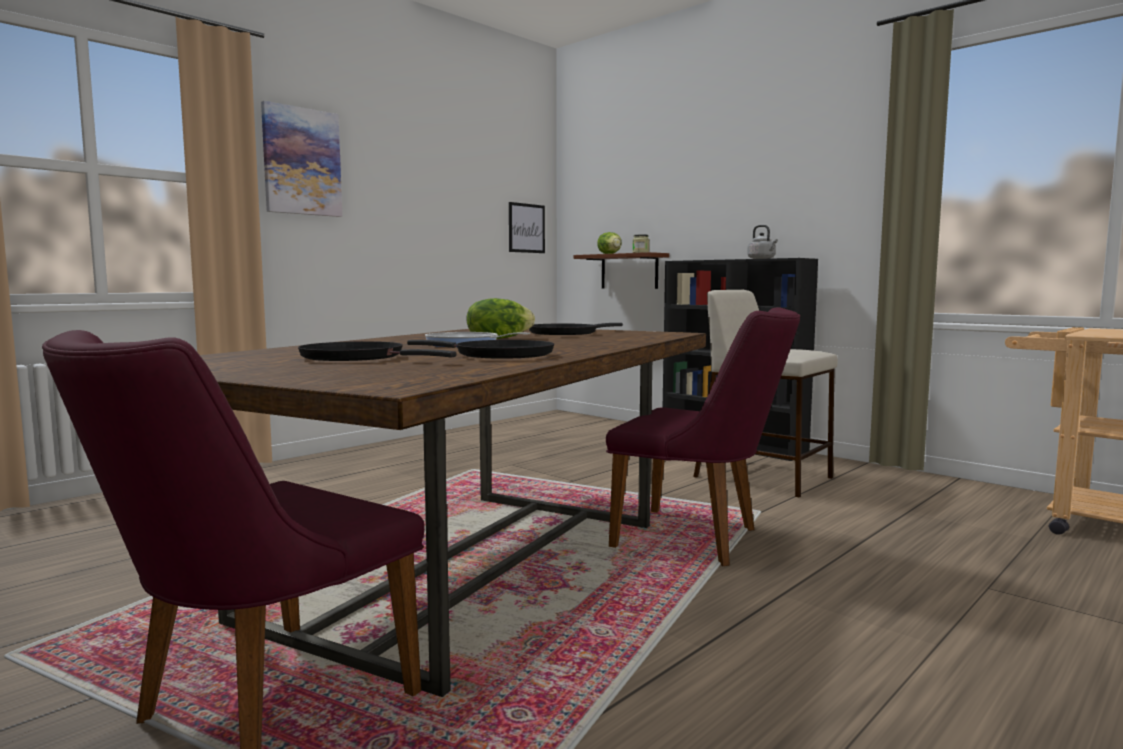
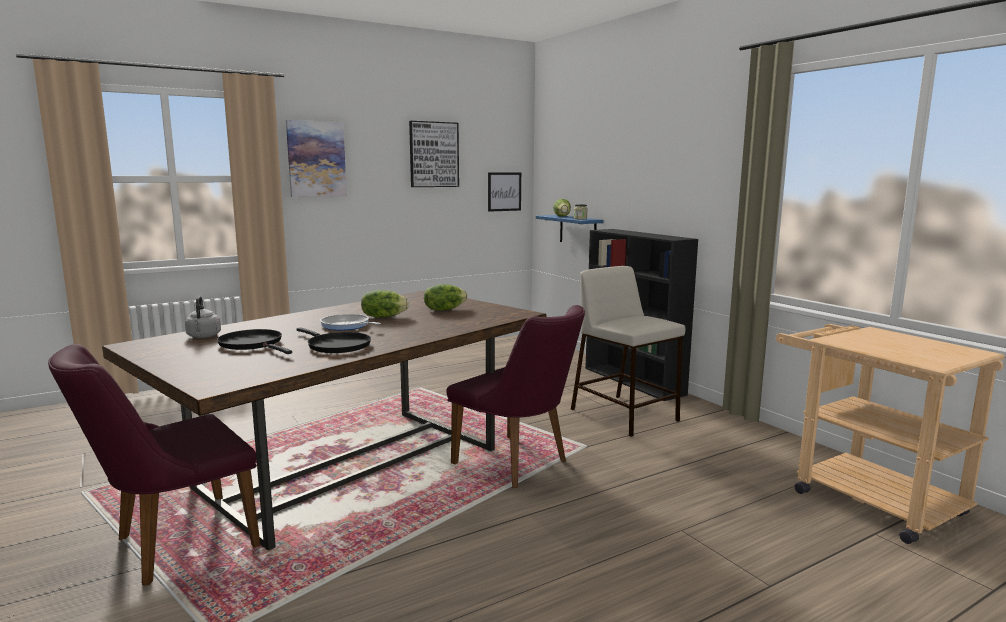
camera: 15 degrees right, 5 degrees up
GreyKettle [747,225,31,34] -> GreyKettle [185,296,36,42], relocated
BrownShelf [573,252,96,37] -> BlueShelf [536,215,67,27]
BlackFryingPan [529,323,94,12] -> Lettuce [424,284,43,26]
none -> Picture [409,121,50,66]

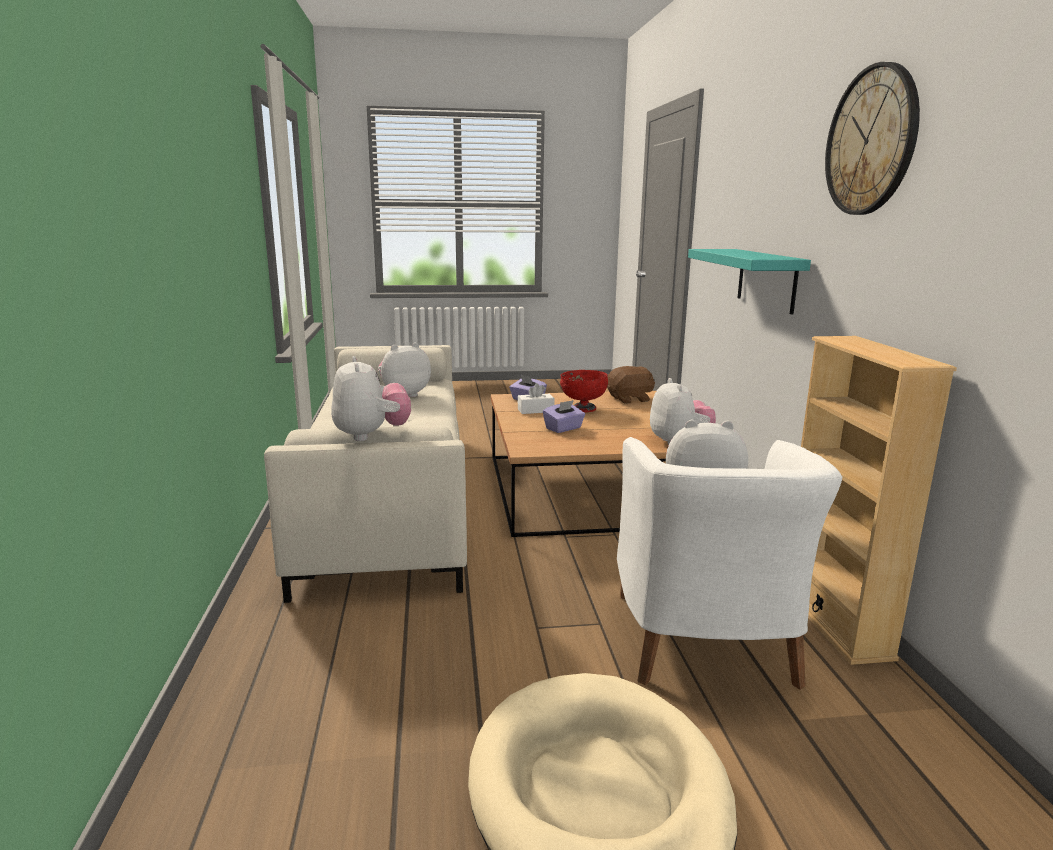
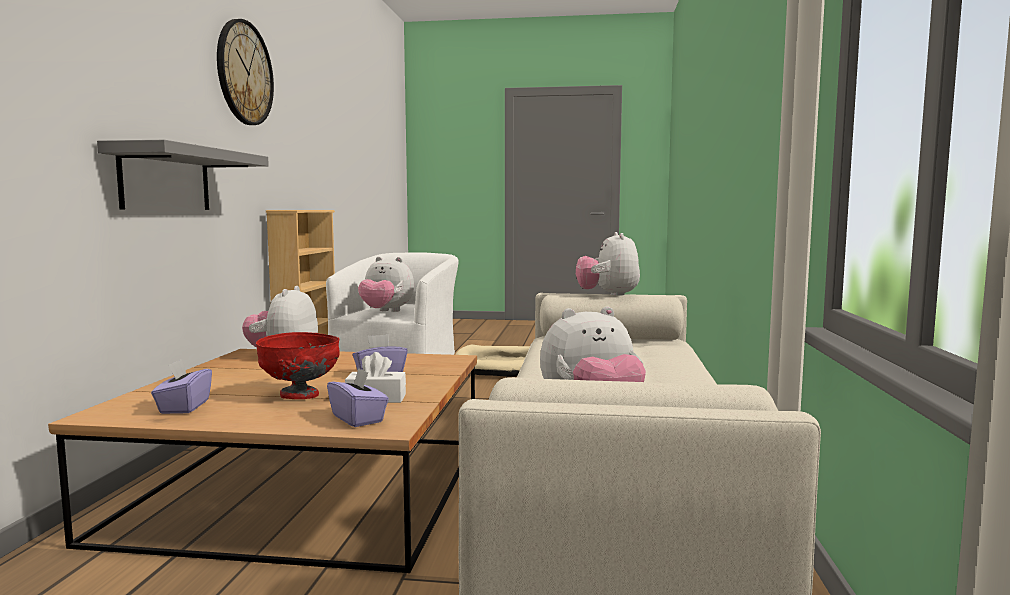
camera: 165 degrees left, 10 degrees down
TurquoiseShelf [688,249,123,66] -> GreyShelf [97,140,172,70]
BrownPlushToy [607,366,48,38] -> PurpleTissueBox [151,359,61,55]

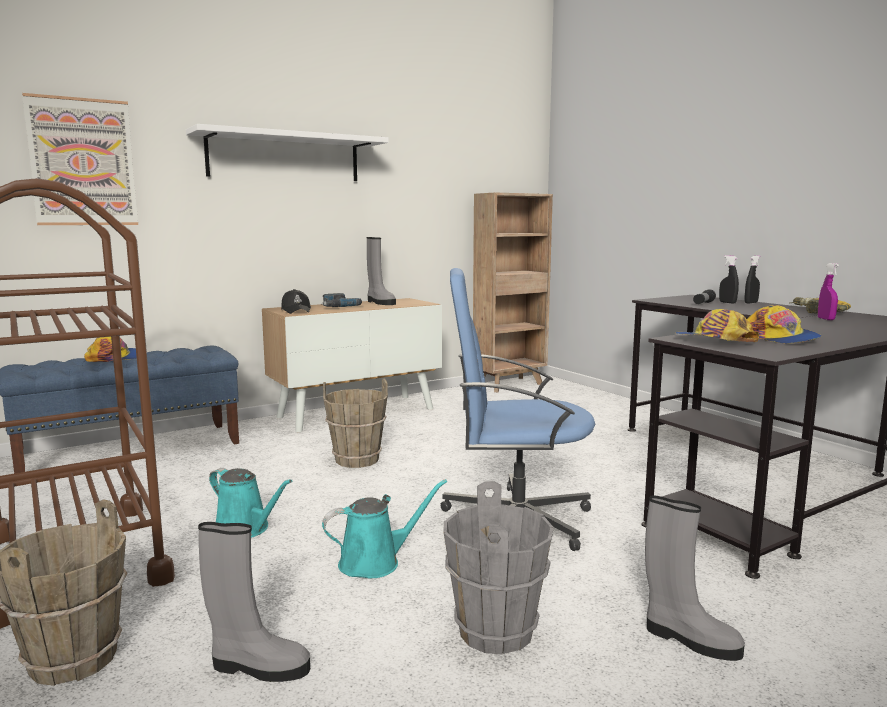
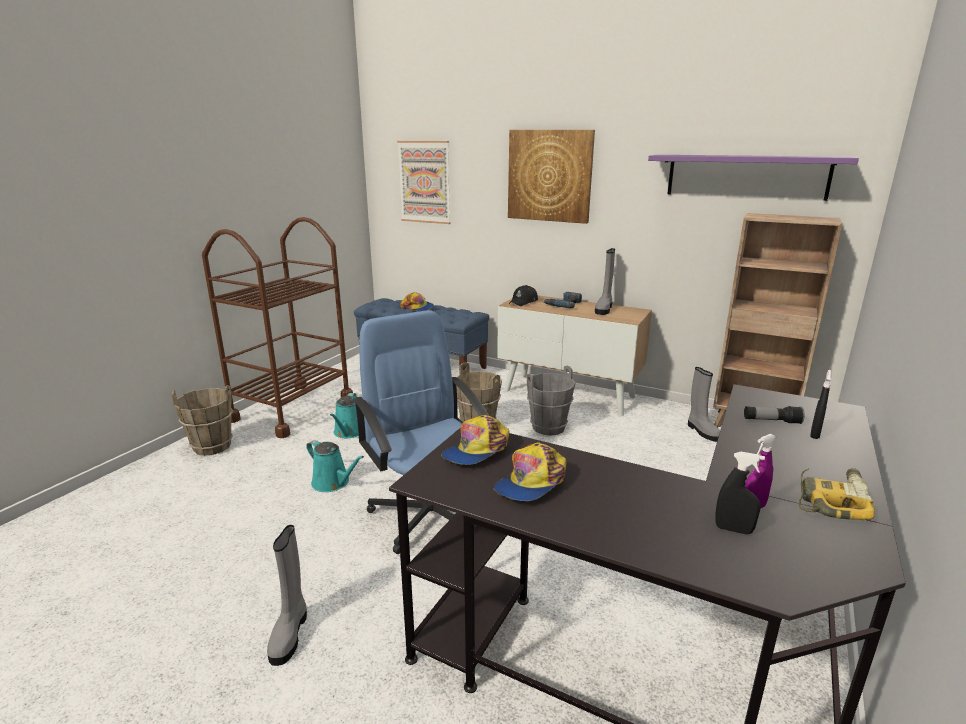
camera: 60 degrees right, 10 degrees up
WhiteShelf [186,124,203,57] -> Picture [508,130,87,94]
BlackSprayBottle [744,255,16,49] -> BlackSprayBottle [715,452,50,82], relocated
Cap [675,309,84,33] -> Cap [441,415,69,50], 150 degrees counterclockwise
GreyBucket [443,481,111,174] -> GreyBucket [527,365,48,71], relocated
GreyBoot [198,522,112,160] -> GreyBoot [688,367,32,75], relocated
none -> PurpleShelf [648,155,211,46]

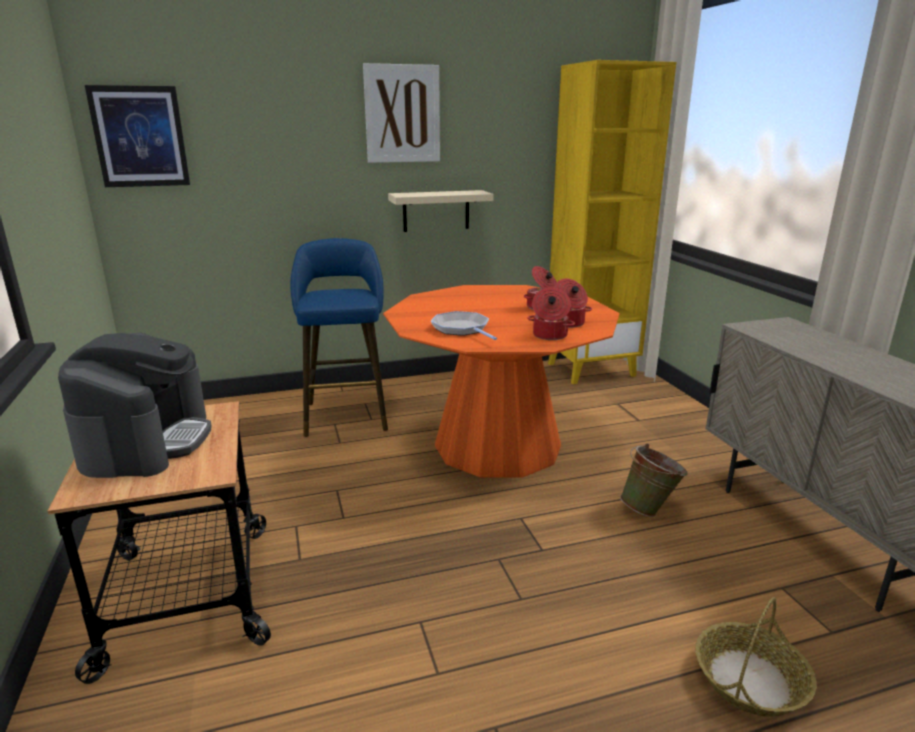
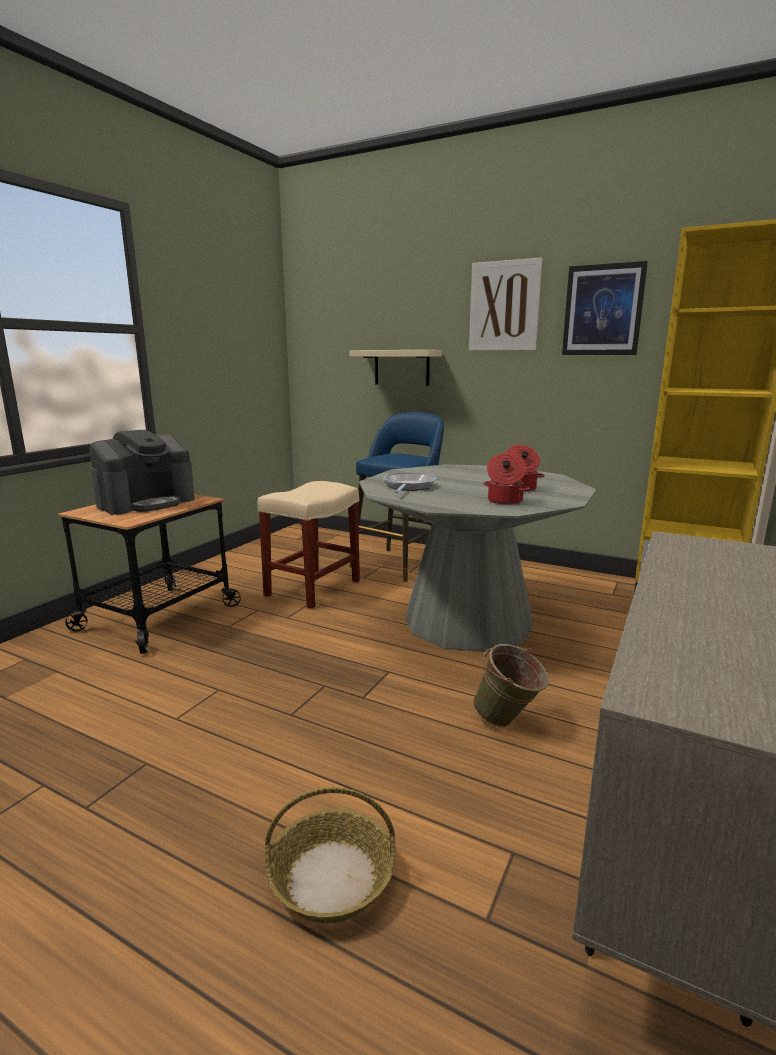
camera: 45 degrees right, 5 degrees down
Picture [85,85,105,102] -> Picture [562,261,86,94], relocated
BeigeShelf [388,190,106,42] -> BeigeShelf [349,350,93,36], relocated
OrangeDiningTable [383,285,237,192] -> GreyDiningTable [359,464,238,188]
CookingPot [527,288,48,52] -> none
none -> BeigeStool [257,481,103,128]

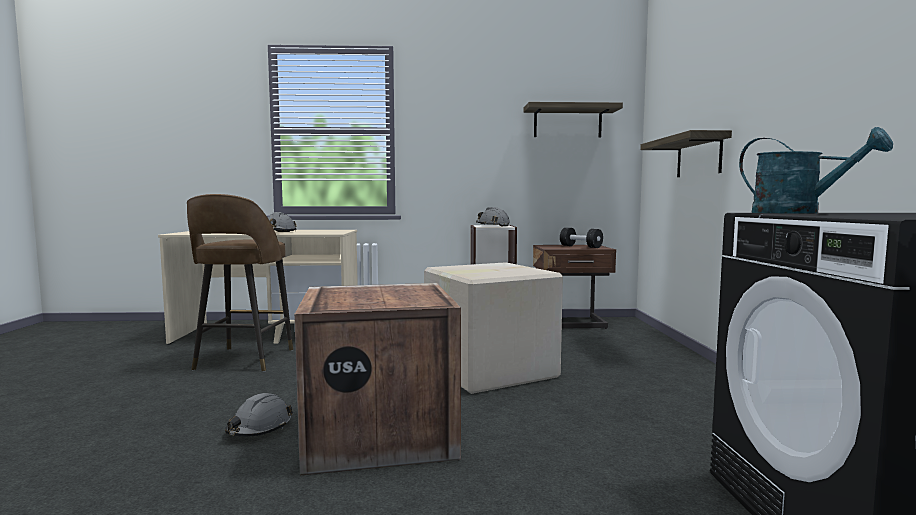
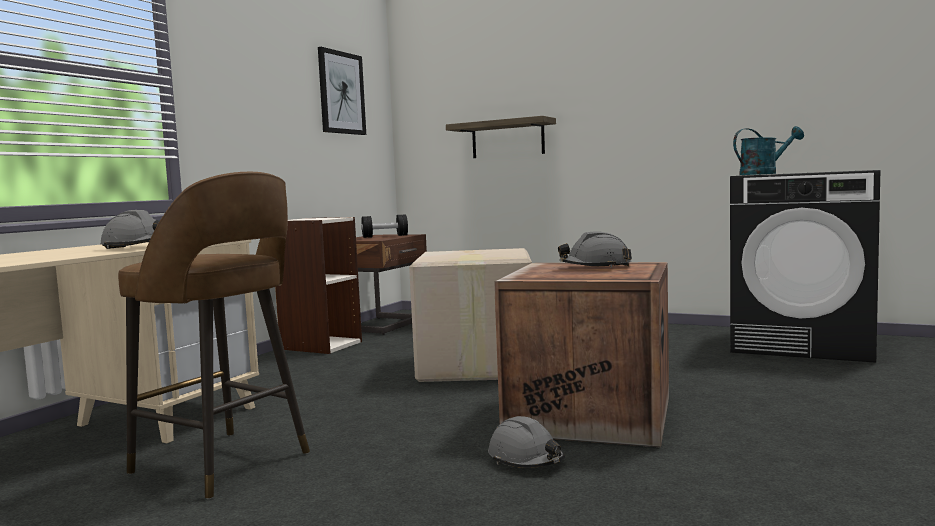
camera: 60 degrees left, 0 degrees up
Shelf [524,102,99,35] -> Picture [318,47,48,88]
GreyHardHat [476,207,34,19] -> GreyHardHat [558,231,74,37], relocated

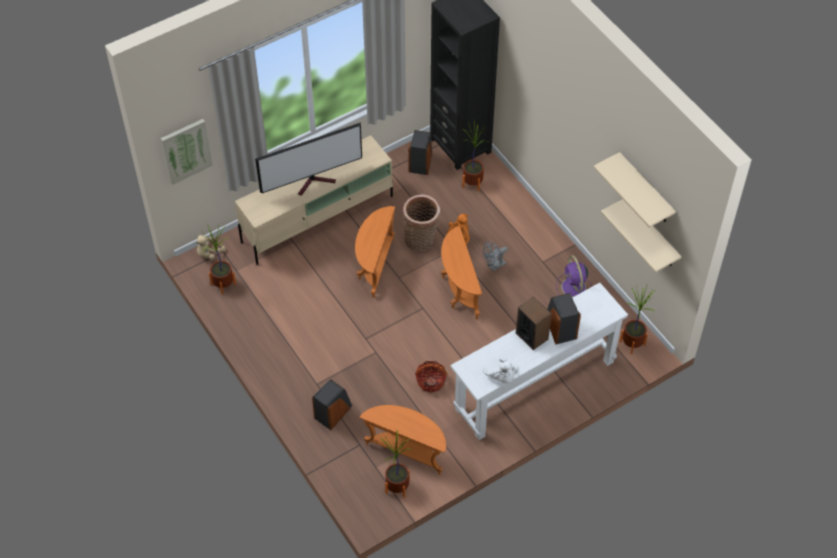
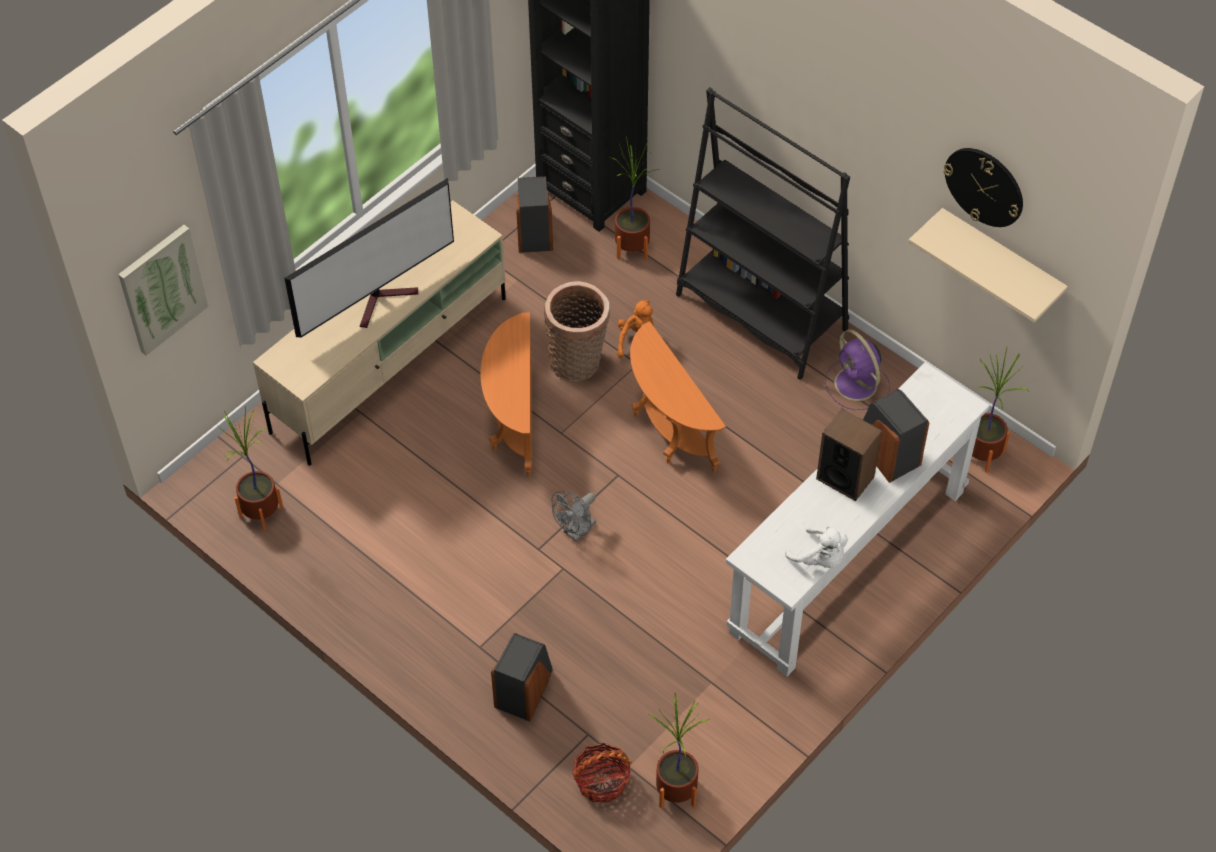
camera: 15 degrees left, 0 degrees up
BeigeShelf [593,152,83,76] -> WallClock [943,148,80,79]
BeigePlushToy [195,235,31,25] -> none
GreyFan [483,241,25,30] -> GreyFan [551,491,45,51], relocated
Basket [415,361,33,32] -> Basket [573,743,59,60], relocated
OrangeSideTable [360,405,86,70] -> none
none -> BlackBookcase [676,87,174,293]

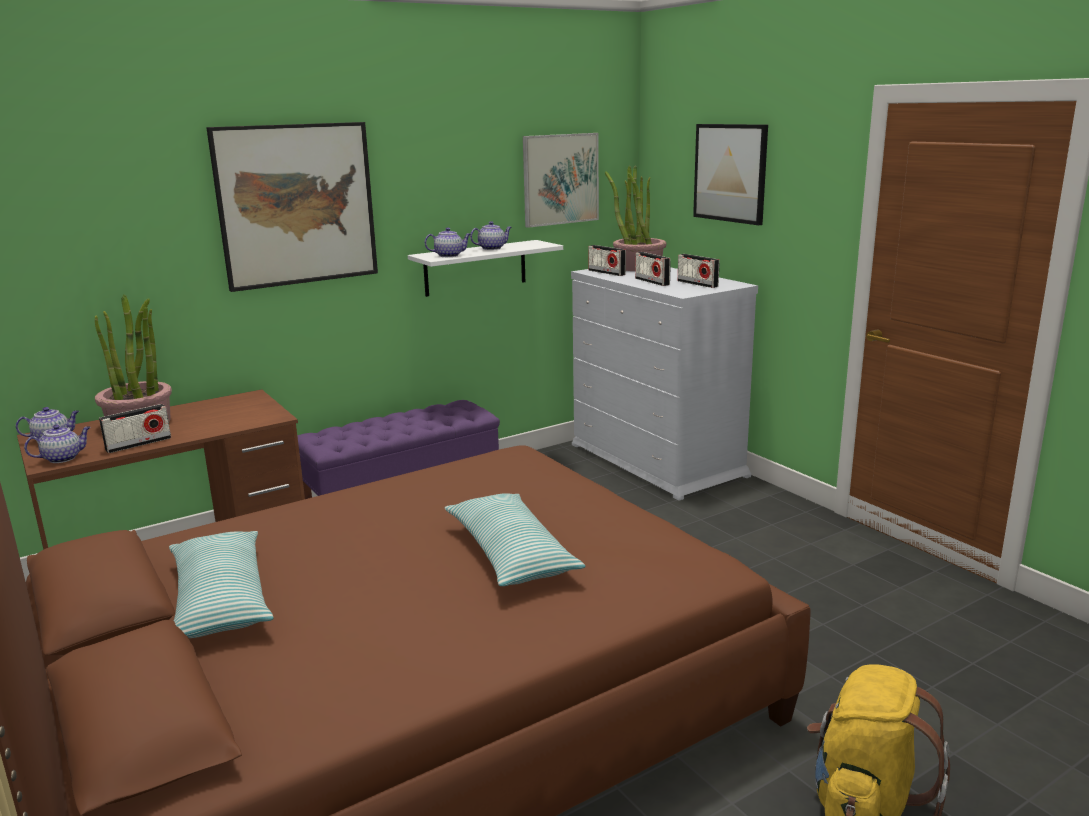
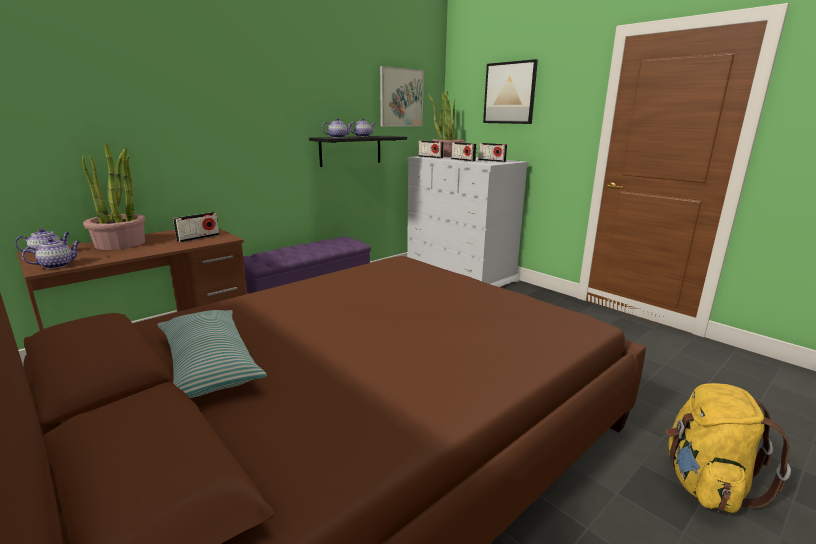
camera: 10 degrees left, 0 degrees up
Picture [206,122,172,170] -> none
WhiteShelf [408,240,155,57] -> BlackShelf [309,136,98,31]
Radio [99,404,72,49] -> Radio [173,212,47,31], relocated
Pillow [445,493,140,93] -> none

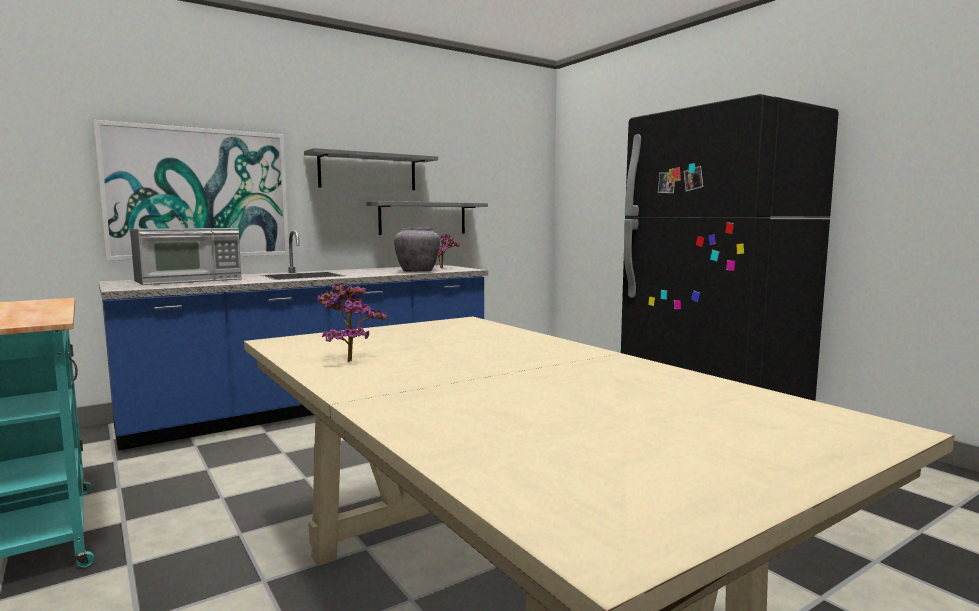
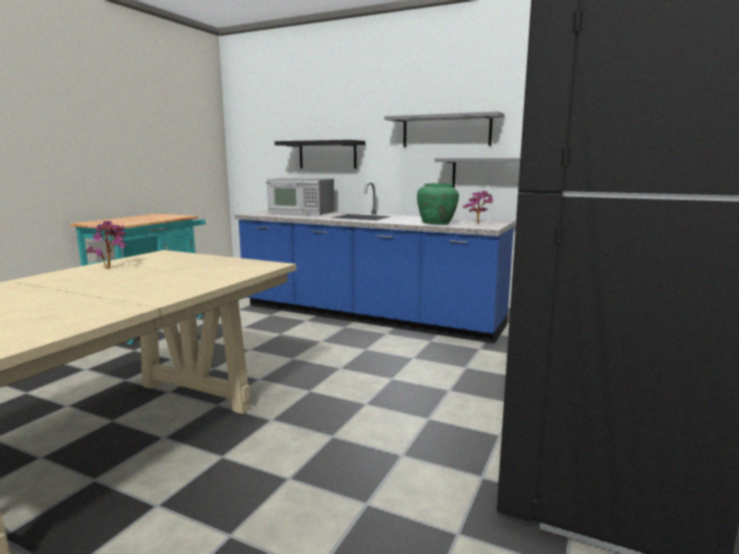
camera: 60 degrees right, 5 degrees up
Picture [93,120,196,141] -> BlackShelf [275,140,90,29]
GreyVase [394,228,46,44] -> GreenVase [417,183,42,42]

